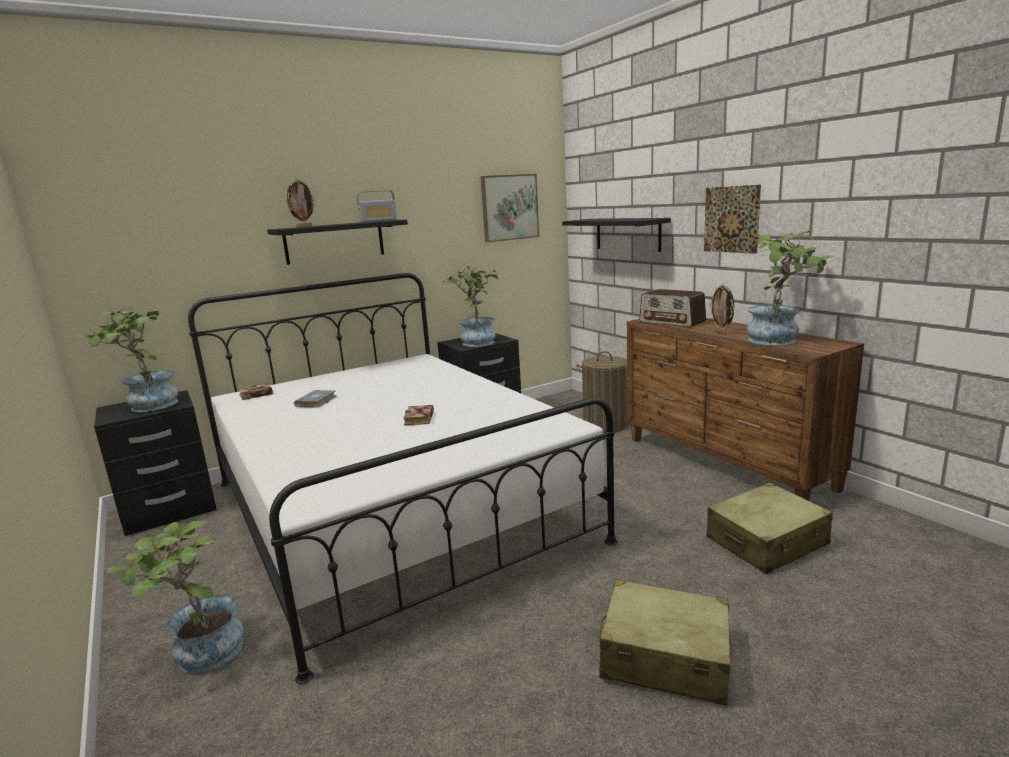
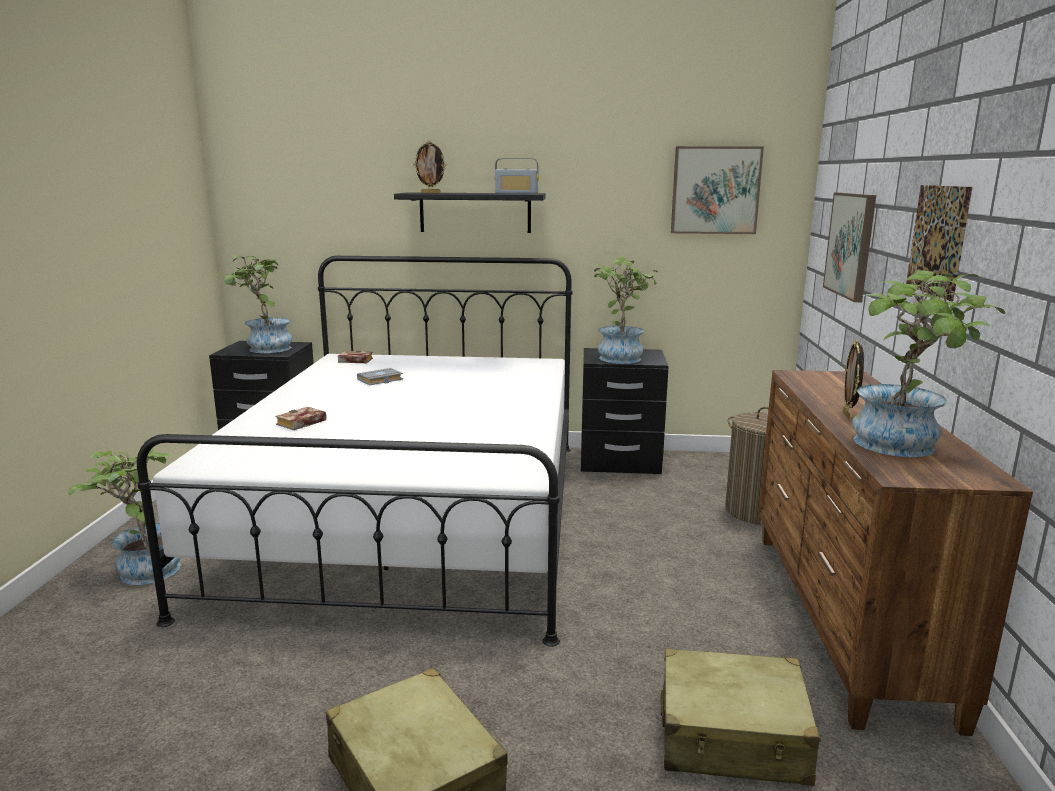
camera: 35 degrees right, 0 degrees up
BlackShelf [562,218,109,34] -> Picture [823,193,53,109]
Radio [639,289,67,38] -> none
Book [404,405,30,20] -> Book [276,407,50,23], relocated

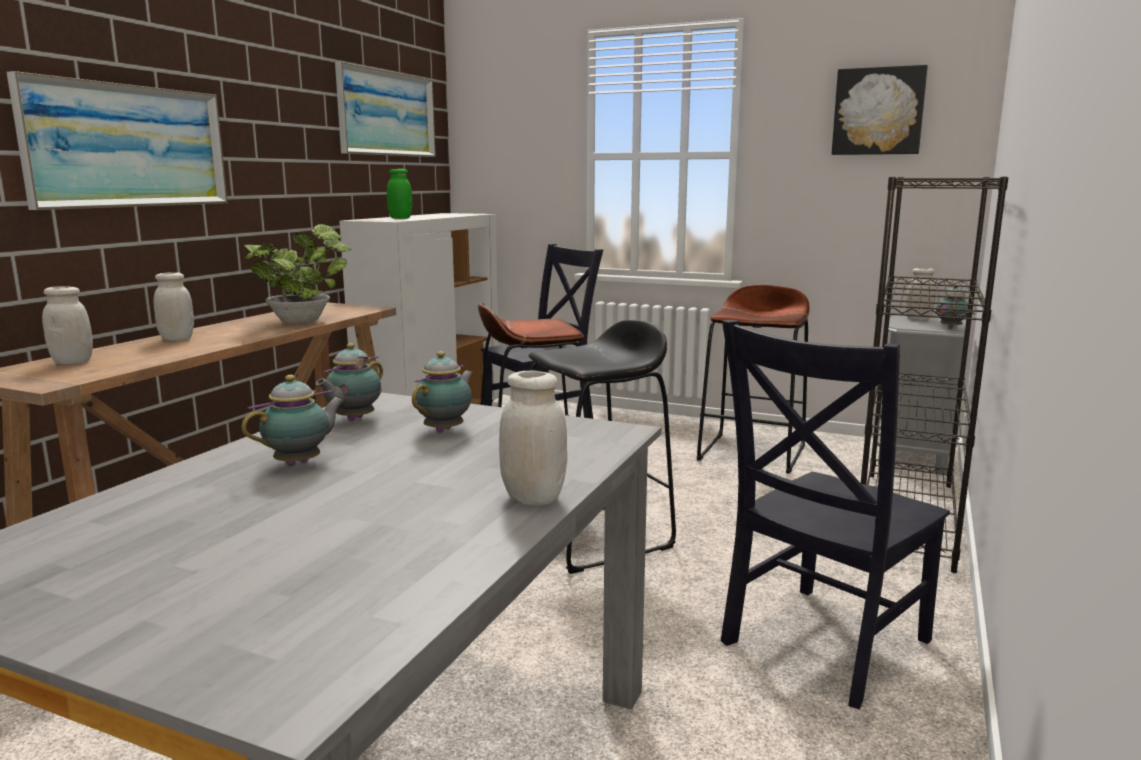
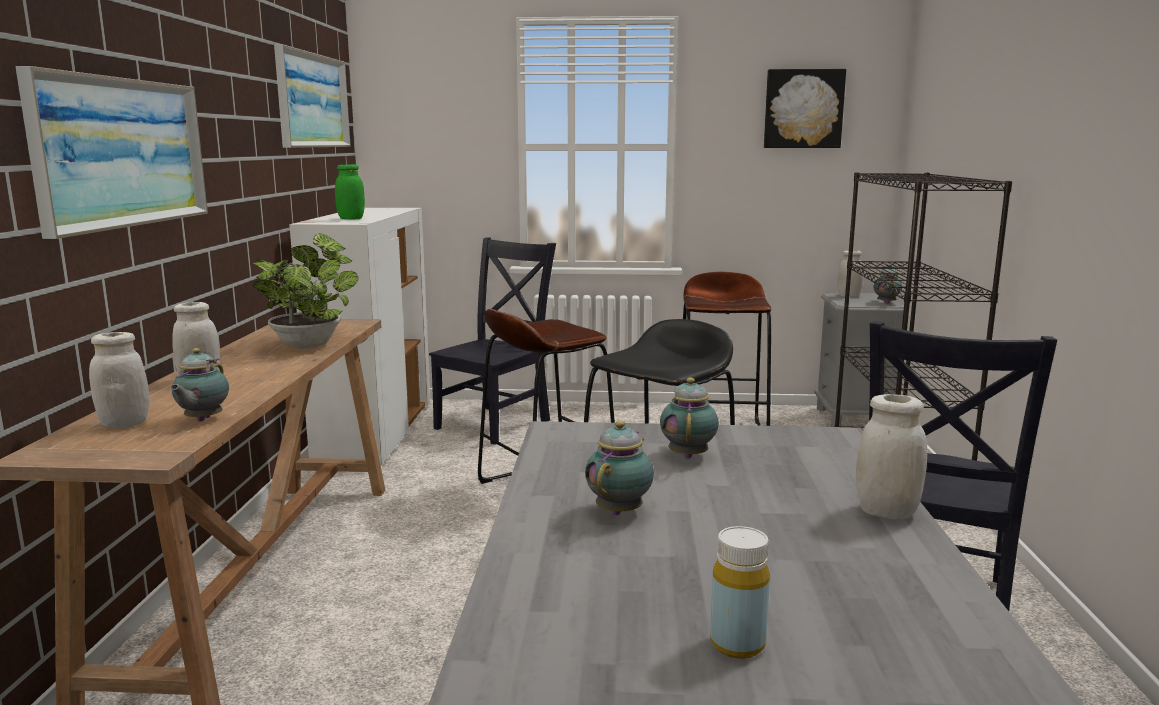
camera: 20 degrees left, 0 degrees up
Teapot [316,343,67,78] -> Teapot [169,348,60,74], relocated
none -> YellowBottle [710,526,60,133]

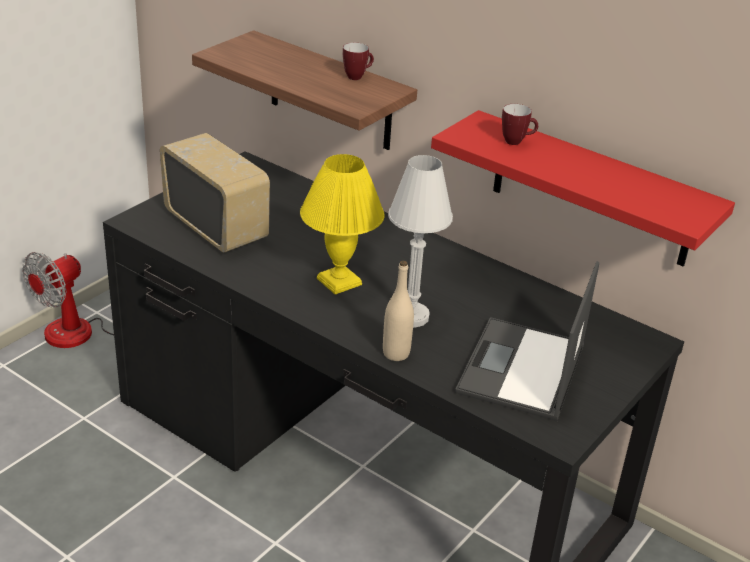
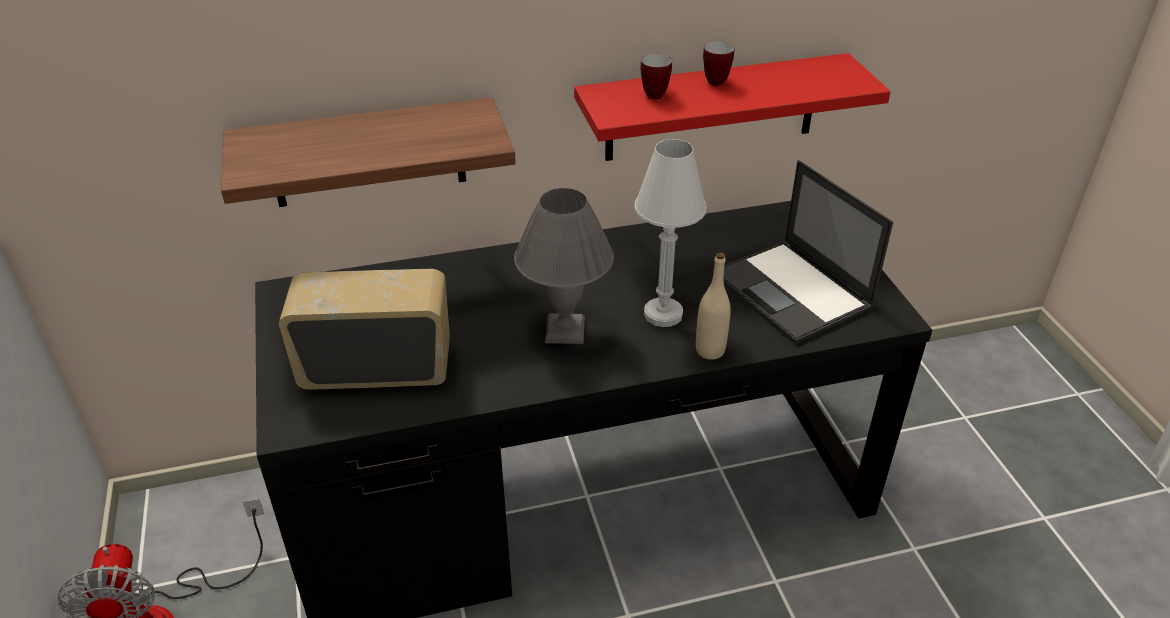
camera: 50 degrees left, 5 degrees up
Mug [343,43,31,37] -> Mug [703,41,31,45], relocated
YellowTableLamp [300,154,85,140] -> GreyTableLamp [514,188,100,156]

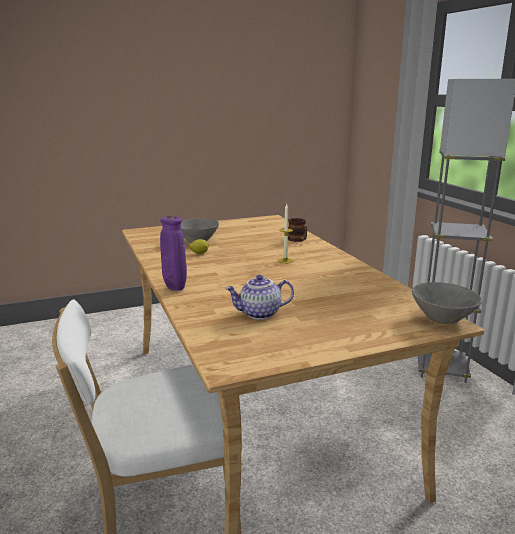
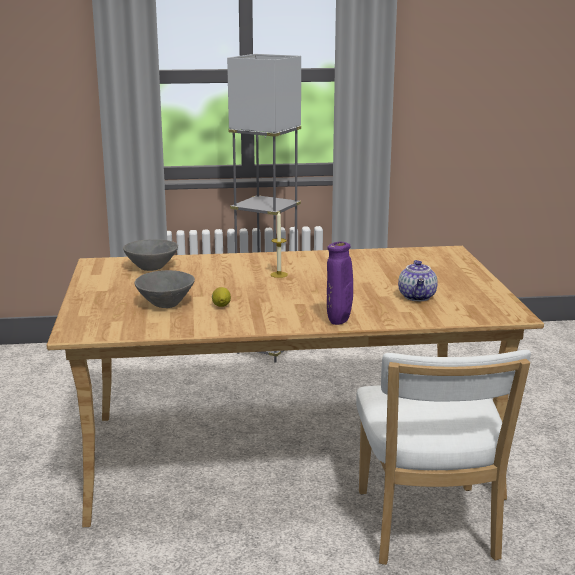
camera: 75 degrees left, 0 degrees up
Mug [288,218,19,24] -> none
GreyBowl [412,282,70,42] -> GreyBowl [123,239,55,32], relocated

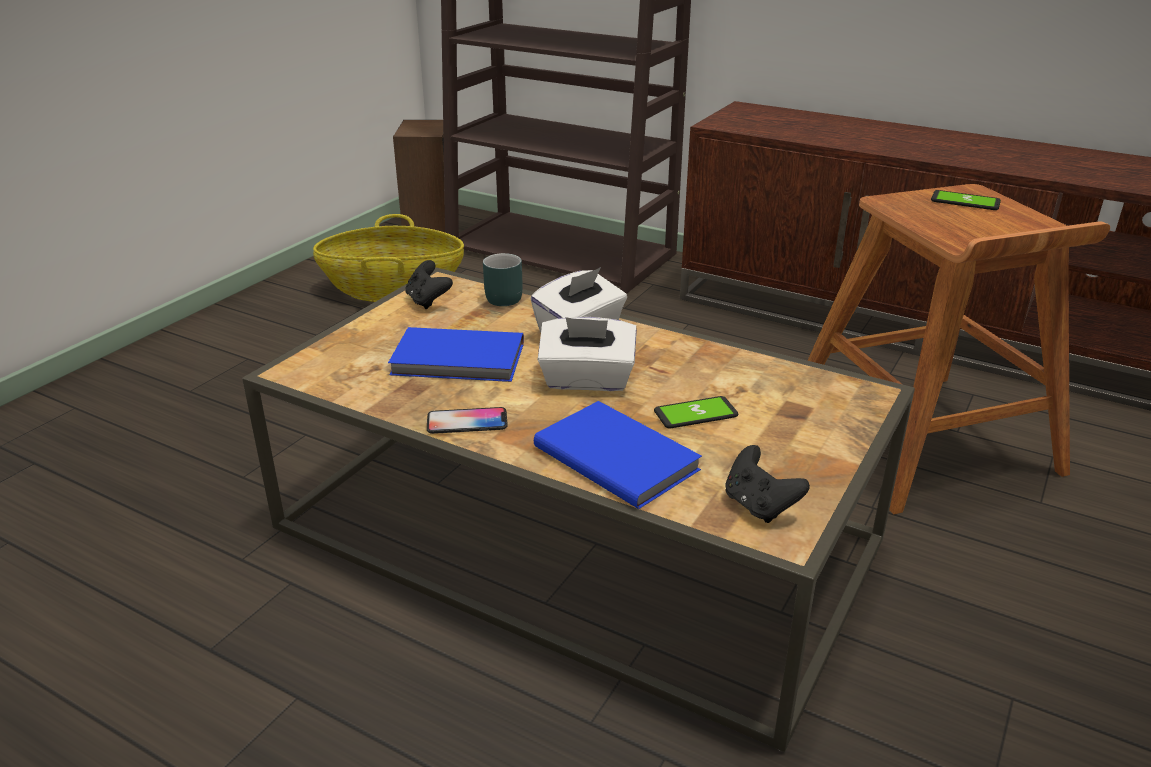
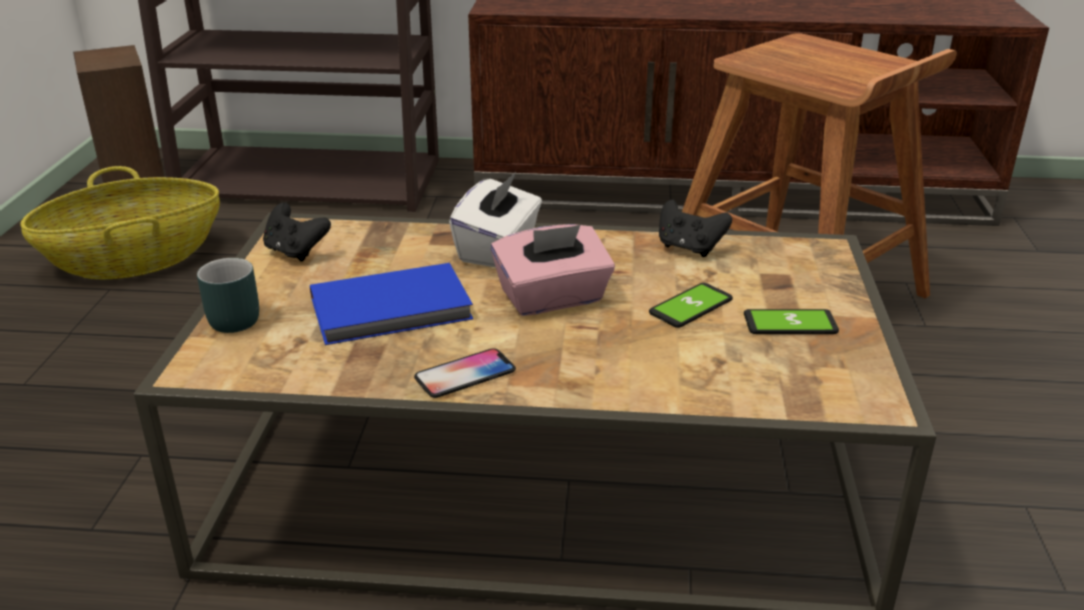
camera: 25 degrees left, 0 degrees up
Phone [931,190,70,20] -> Phone [744,309,95,25], relocated
TurquoiseMug [483,253,40,53] -> TurquoiseMug [197,258,62,75], relocated
WhiteTissueBox [537,317,100,74] -> PinkTissueBox [491,224,124,92]
BlueBook [534,401,168,108] -> none
BlackGameController [725,445,85,78] -> BlackGameController [659,200,73,57], relocated

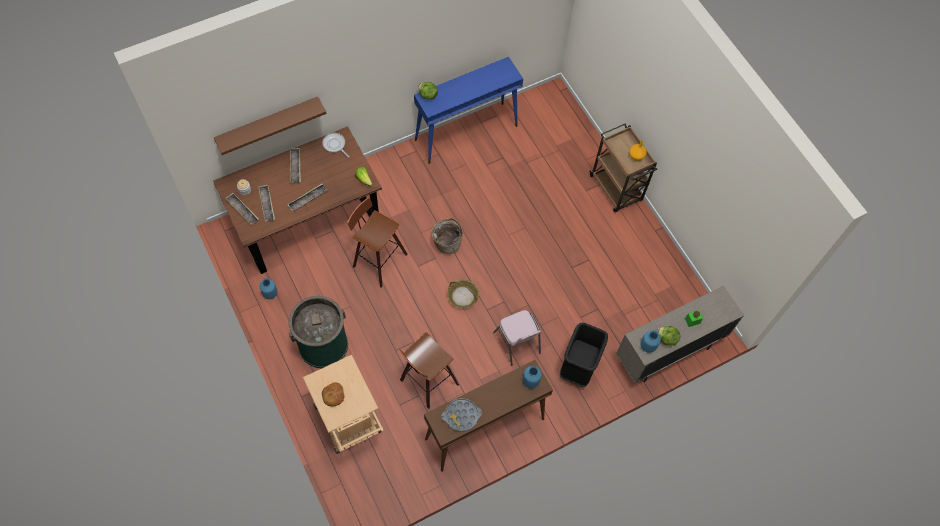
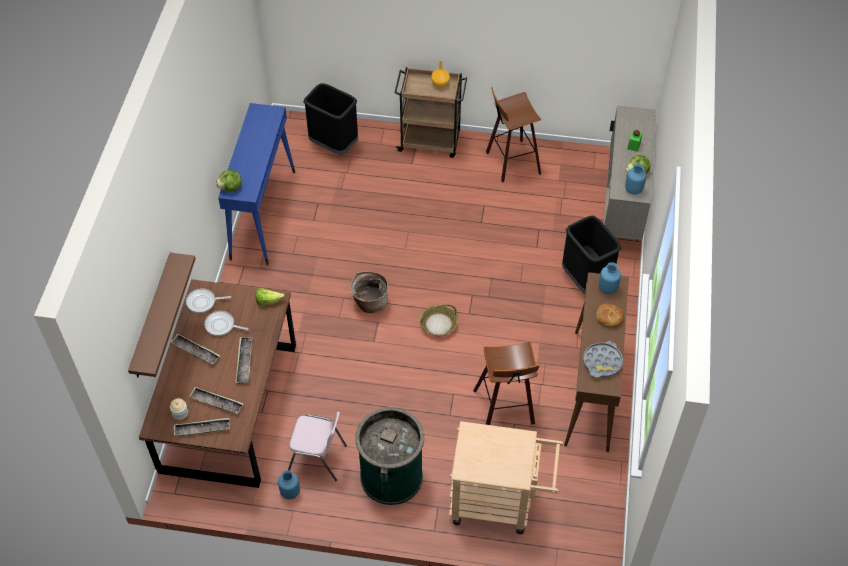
camera: 50 degrees left, 10 degrees down
Stool [347,198,60,90] -> Stool [486,87,55,96], relocated
PinkChair [493,310,48,56] -> PinkChair [288,412,59,69], relocated
Bread [322,382,23,25] -> Bread [596,303,28,25], relocated
none -> BlackTrashCan [303,83,55,72]
none -> FryingPan [204,311,44,25]

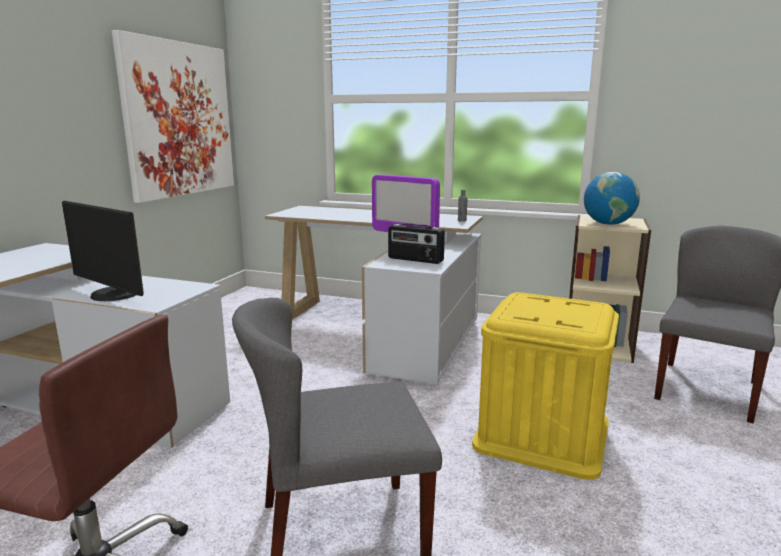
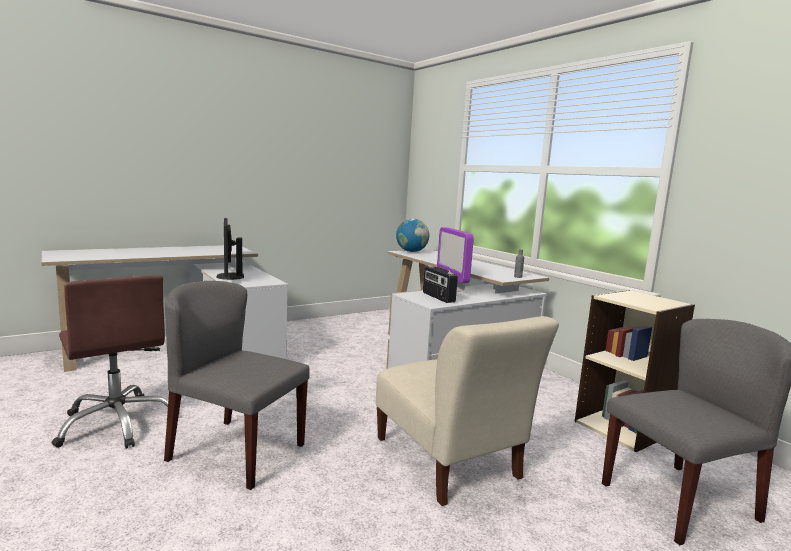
camera: 35 degrees right, 5 degrees down
Picture [112,30,122,173] -> none
Globe [584,172,56,53] -> Globe [396,219,33,33], relocated
YellowStorageBox [472,292,147,188] -> BeigeChair [376,316,183,190]

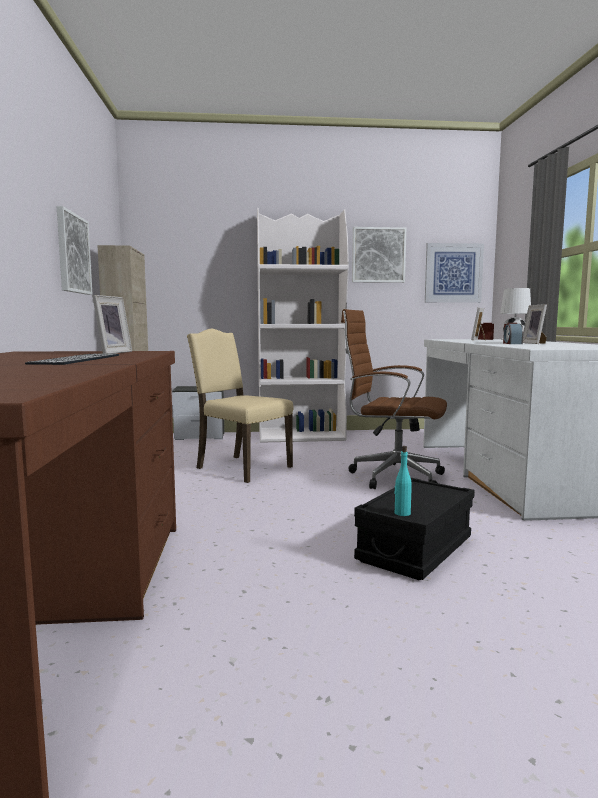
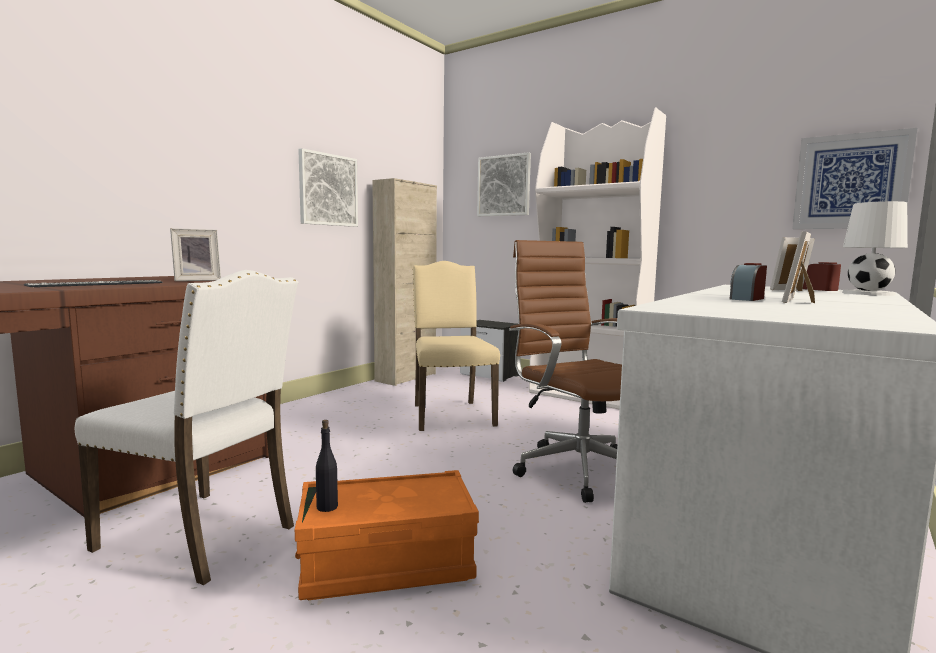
camera: 40 degrees right, 0 degrees up
Picture [352,227,54,56] -> Picture [477,152,54,64], relocated
TurquoiseBottle [394,446,18,70] -> BlackBottle [316,420,22,92]
BlackStorageBox [354,478,121,102] -> OrangeStorageBox [295,470,184,130]
none -> WhiteChair [75,270,223,315]

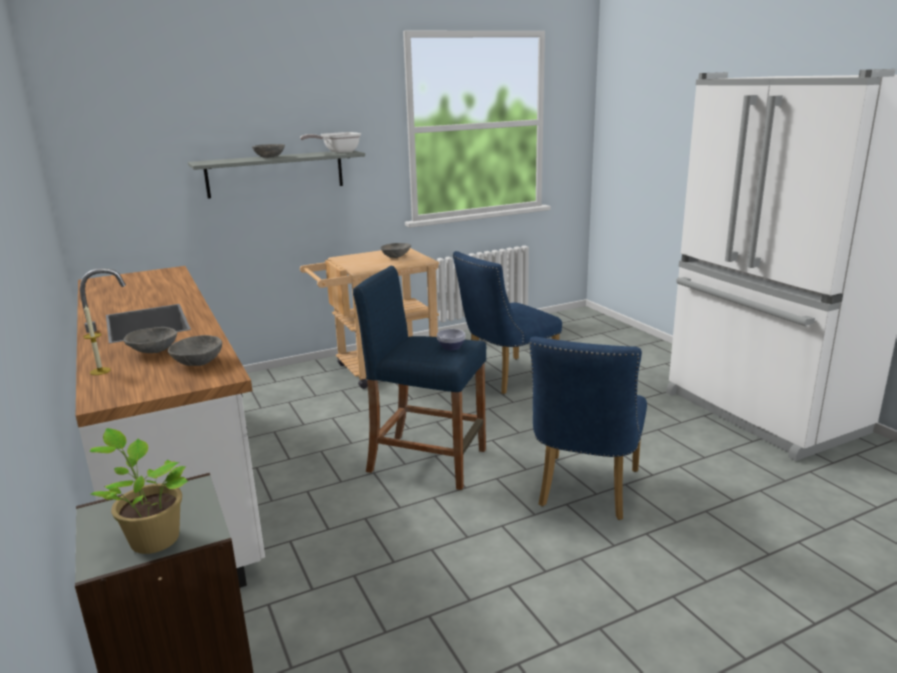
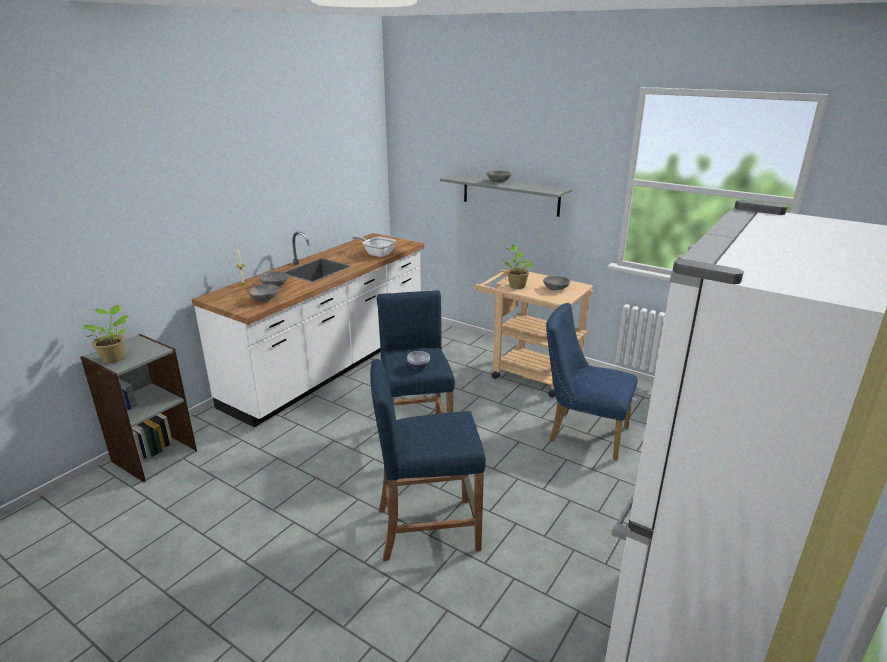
camera: 60 degrees right, 5 degrees up
FryingPan [300,132,61,21] -> FryingPan [352,236,44,21], relocated
BlueChair [529,337,118,183] -> BlueStool [370,359,116,202]
none -> PottedPlant [503,245,30,44]

